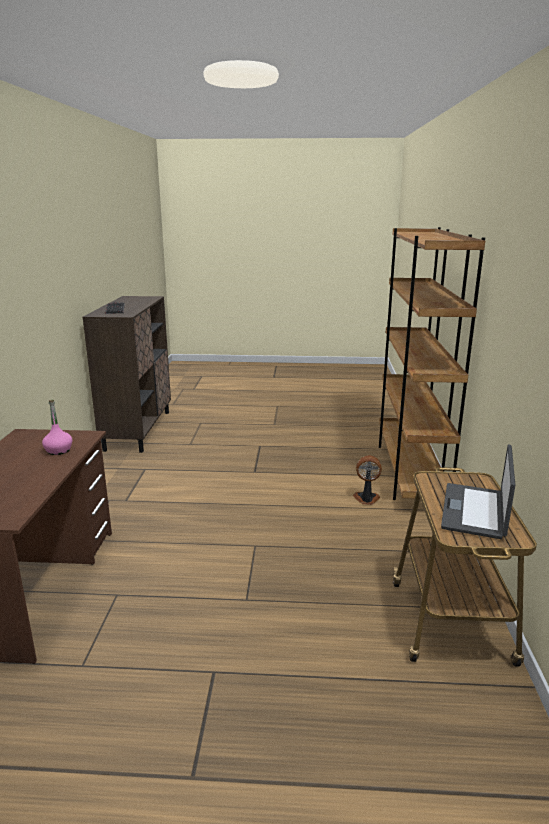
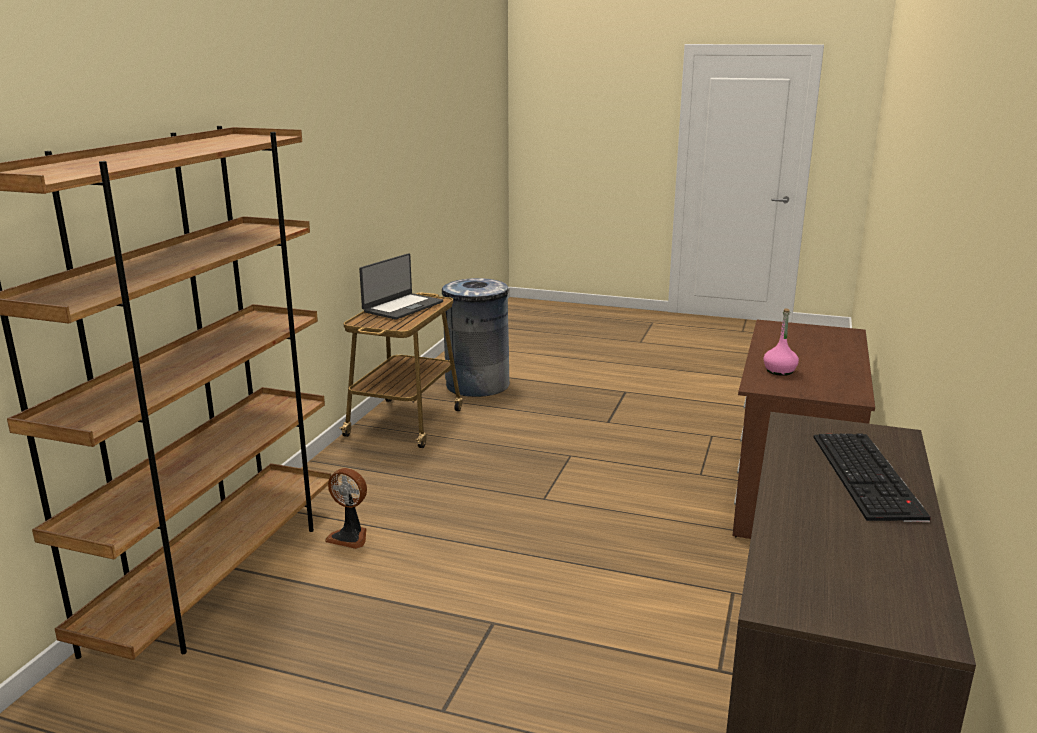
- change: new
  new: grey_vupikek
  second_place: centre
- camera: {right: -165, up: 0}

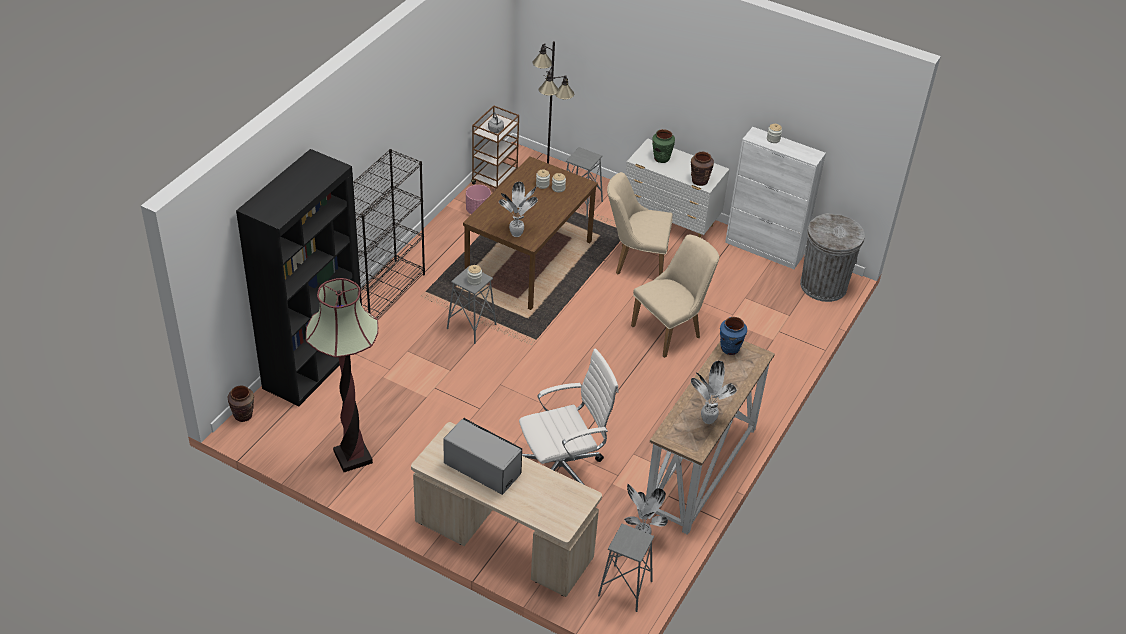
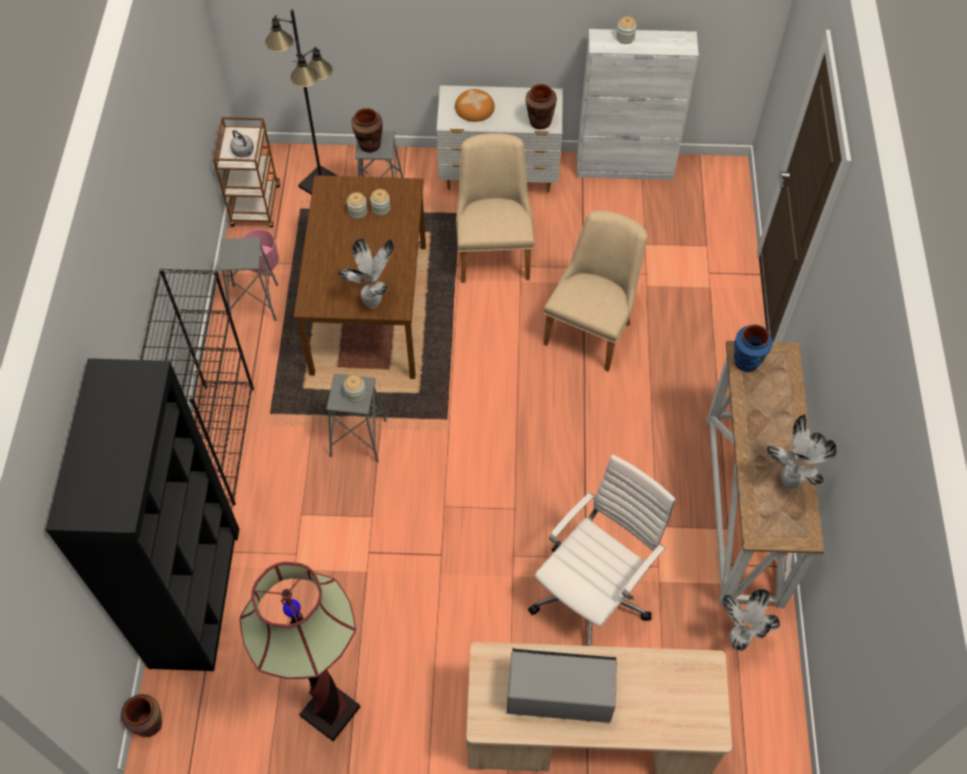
- change: gone
  old: grey_vupikek
  first_place: middle right
- change: new
  new: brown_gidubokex (no. 2 from left)
  second_place: top centre
- change: shifted
  old: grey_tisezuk (no. 3 from left in the first image)
  new: grey_tisezuk (no. 1 from left)
  first_place: bottom centre
  second_place: middle left
- change: swapped
  old: green_gidubokex
  new: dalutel
  first_place: top centre
  second_place: top centre
- change: rotated
  old: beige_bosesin (no. 1 from left)
  first_place: centre
  second_place: top centre
  degrees: 105
- camera: {right: -25, up: 15}

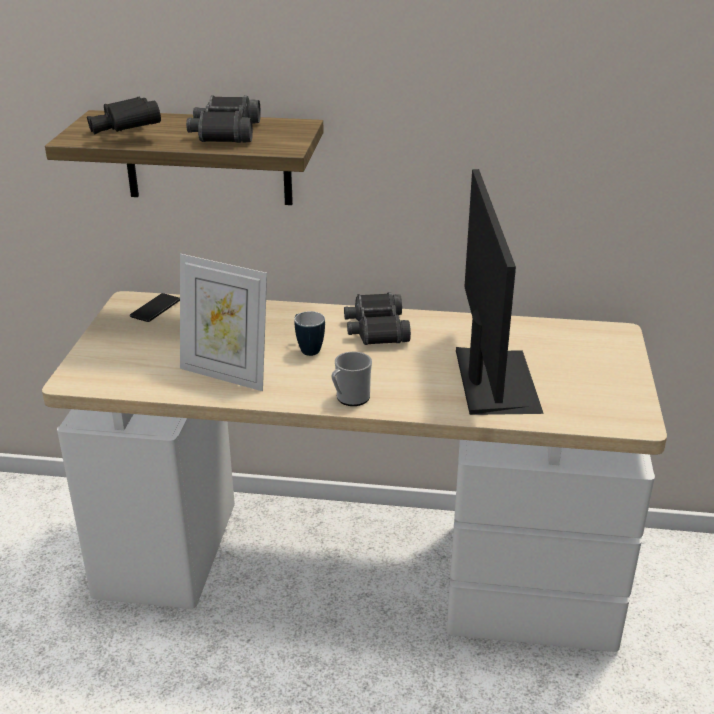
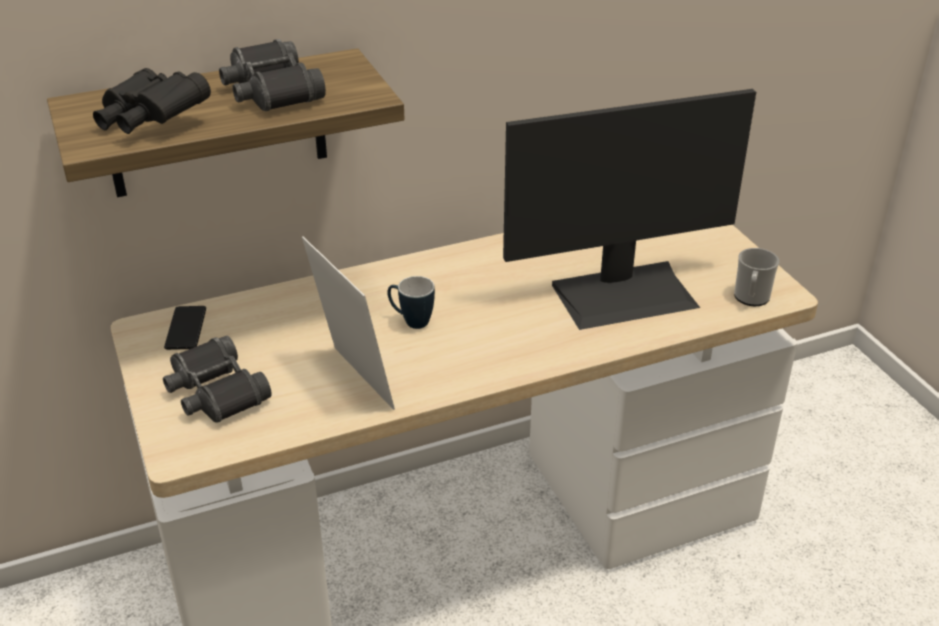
- change: shifted
  old: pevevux (no. 2 from left)
  first_place: centre
  second_place: middle right
- change: shifted
  old: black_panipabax (no. 3 from left in the first image)
  new: black_panipabax (no. 2 from left)
  first_place: centre
  second_place: middle left
- change: rotated
  old: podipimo
  first_place: middle left
  second_place: centre
  degrees: -120
- change: rotated
  old: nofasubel
  first_place: middle right
  second_place: middle right
  degrees: 105
- camera: {right: -30, up: 5}

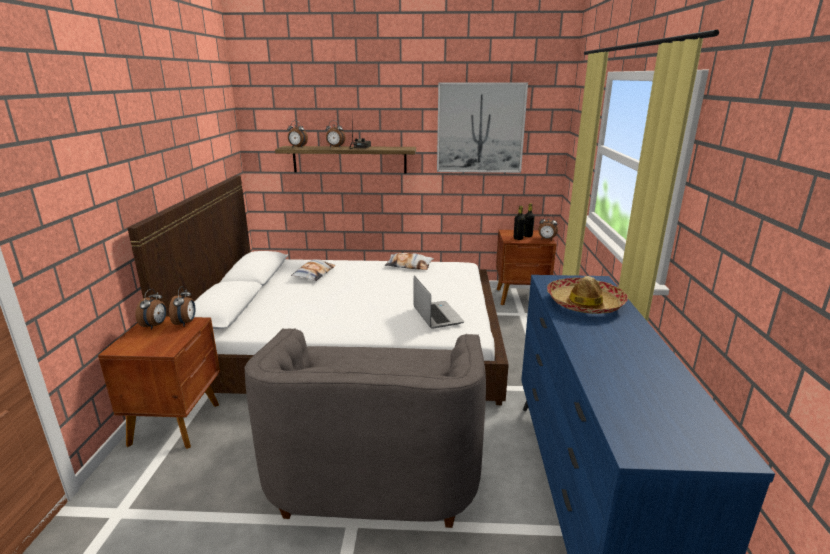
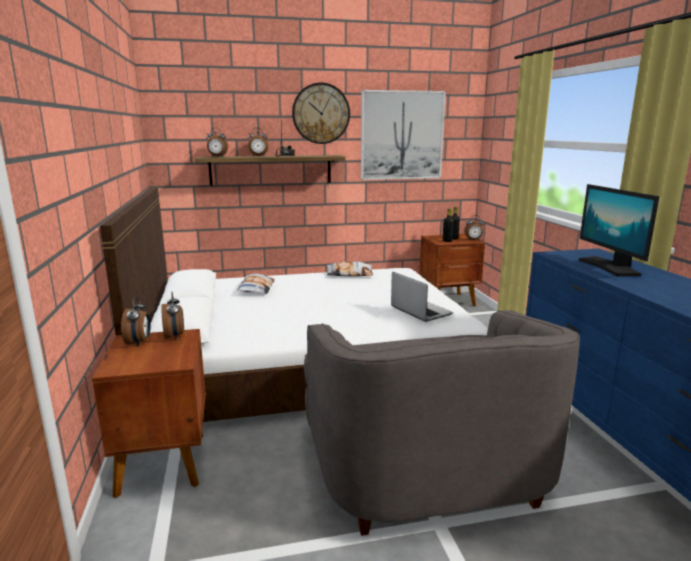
- change: new
  new: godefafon
  second_place: top centre
- change: swapped
  old: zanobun
  new: nofasubel
  first_place: middle right
  second_place: middle right
- camera: {right: -15, up: -5}

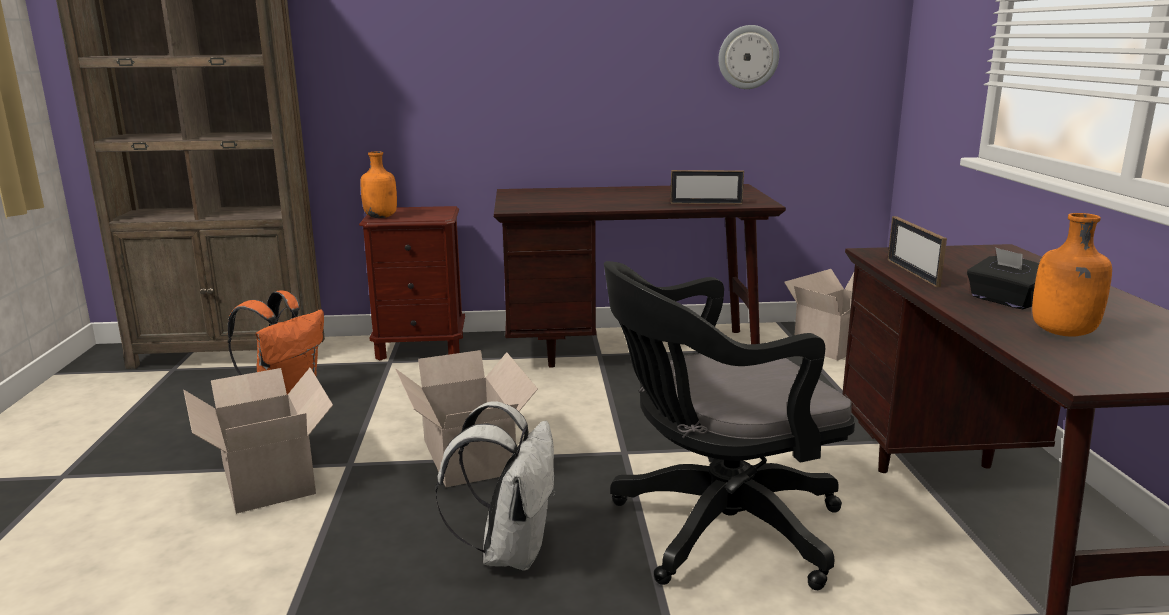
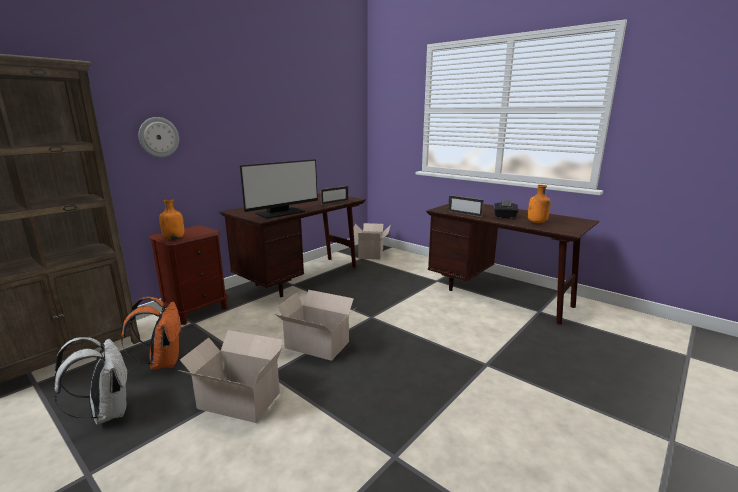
- change: gone
  old: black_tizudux
  first_place: bottom centre
- change: new
  new: nofasubel
  second_place: centre
- change: shifted
  old: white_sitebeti
  first_place: bottom centre
  second_place: bottom left
- change: shifted
  old: godefafon
  first_place: top centre
  second_place: top left
- camera: {right: -45, up: 0}

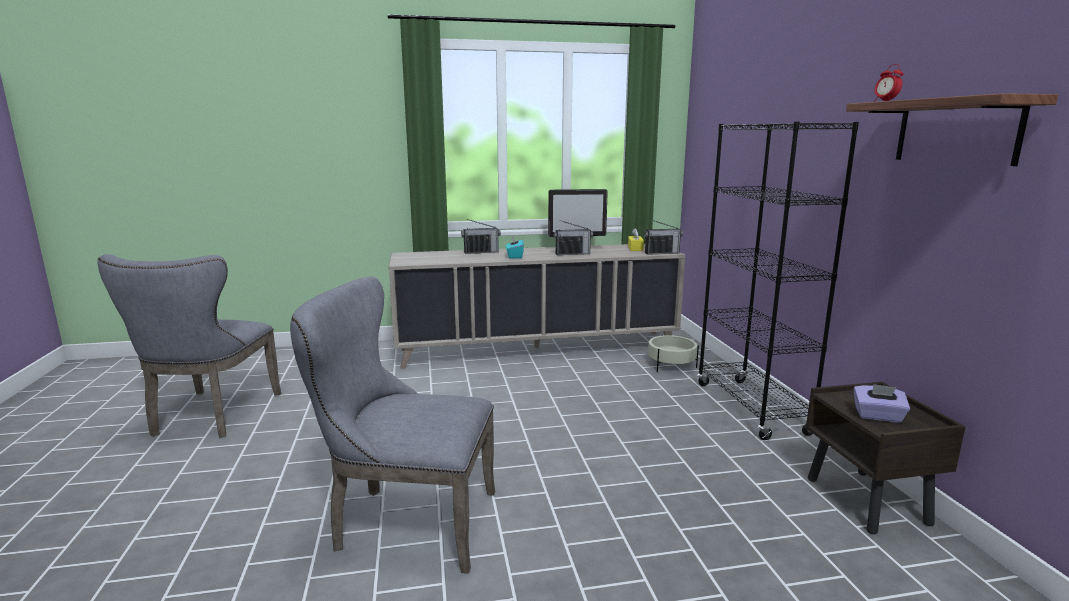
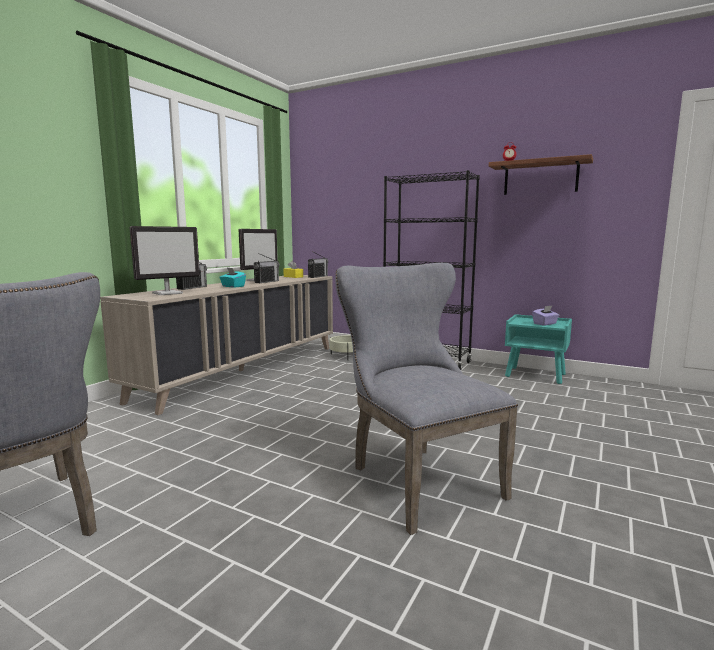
- change: new
  new: nofasubel (no. 1 from left)
  second_place: middle left
- change: repainted
  old: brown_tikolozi
  new: turquoise_tikolozi
  first_place: bottom right
  second_place: middle right
- change: rotated
  old: grey_bosesin (no. 2 from left)
  first_place: bottom centre
  second_place: centre
  degrees: 105
- camera: {right: -50, up: -5}

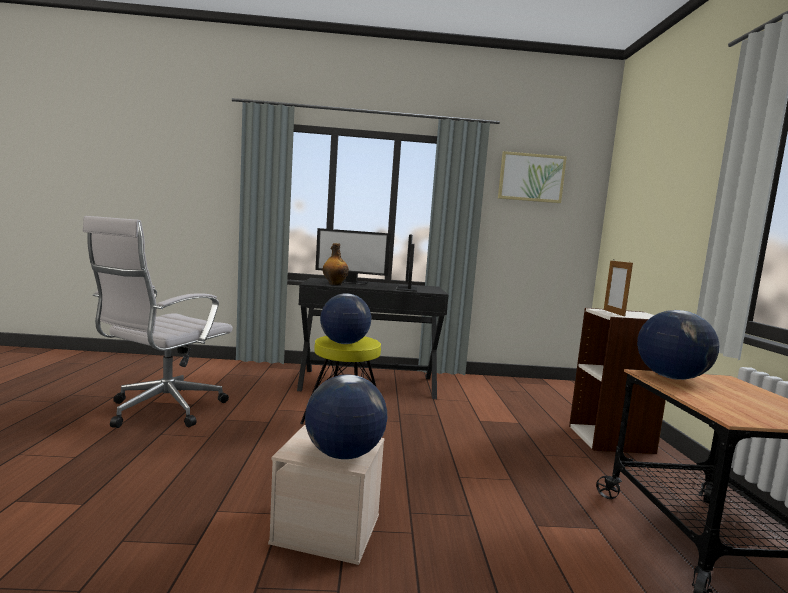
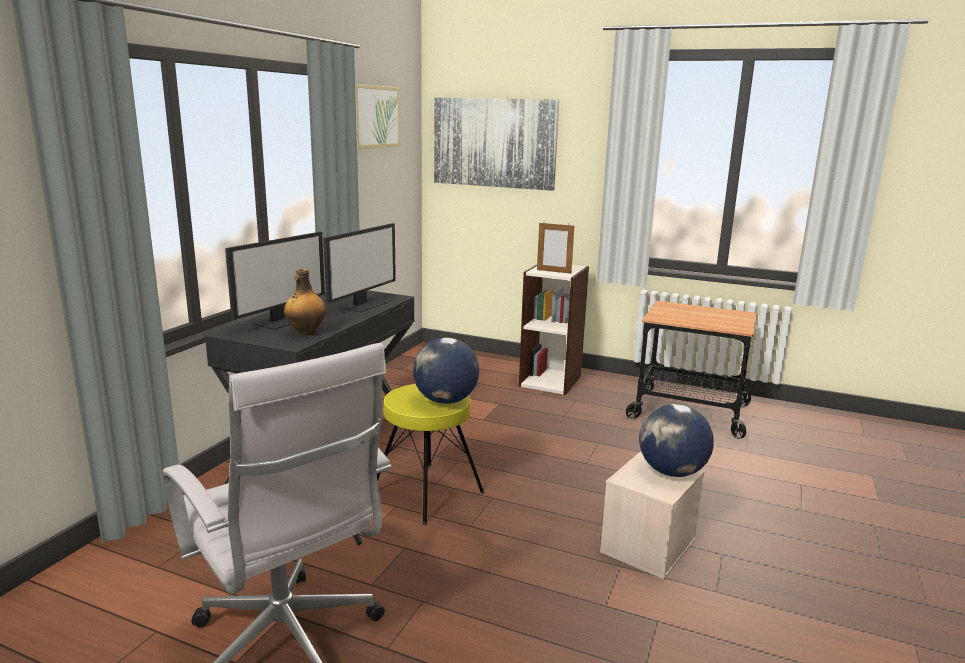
- change: gone
  old: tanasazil (no. 3 from left)
  first_place: middle right
- change: new
  new: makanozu (no. 2 from left)
  second_place: top centre
- change: rotated
  old: nofasubel (no. 2 from left)
  first_place: centre
  second_place: centre
  degrees: -90
- camera: {right: -65, up: 10}

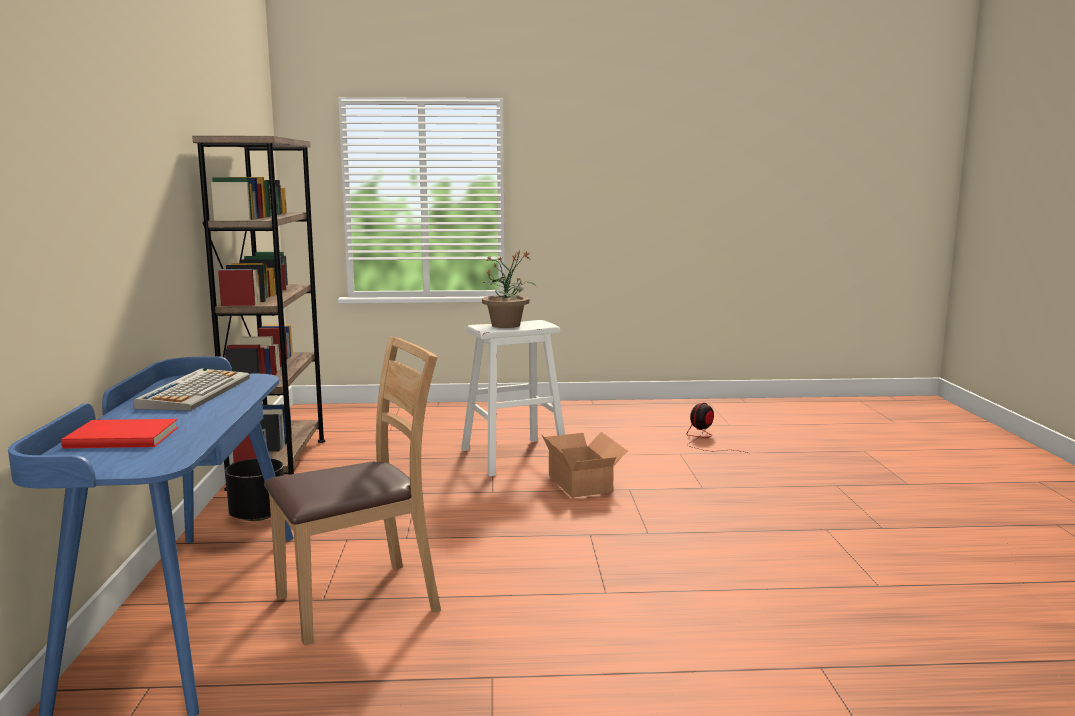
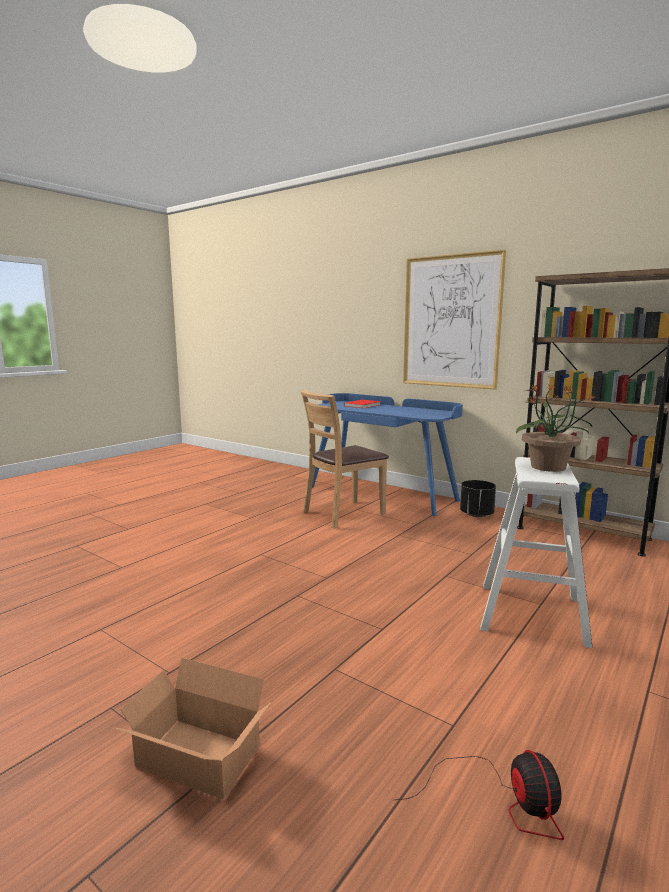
- change: gone
  old: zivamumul
  first_place: middle left
- change: new
  new: makanozu
  second_place: middle right
- change: shifted
  old: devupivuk
  first_place: centre
  second_place: bottom left
- change: rotated
  old: brown_bosesin
  first_place: bottom left
  second_place: centre
  degrees: 45
- camera: {right: 130, up: 0}

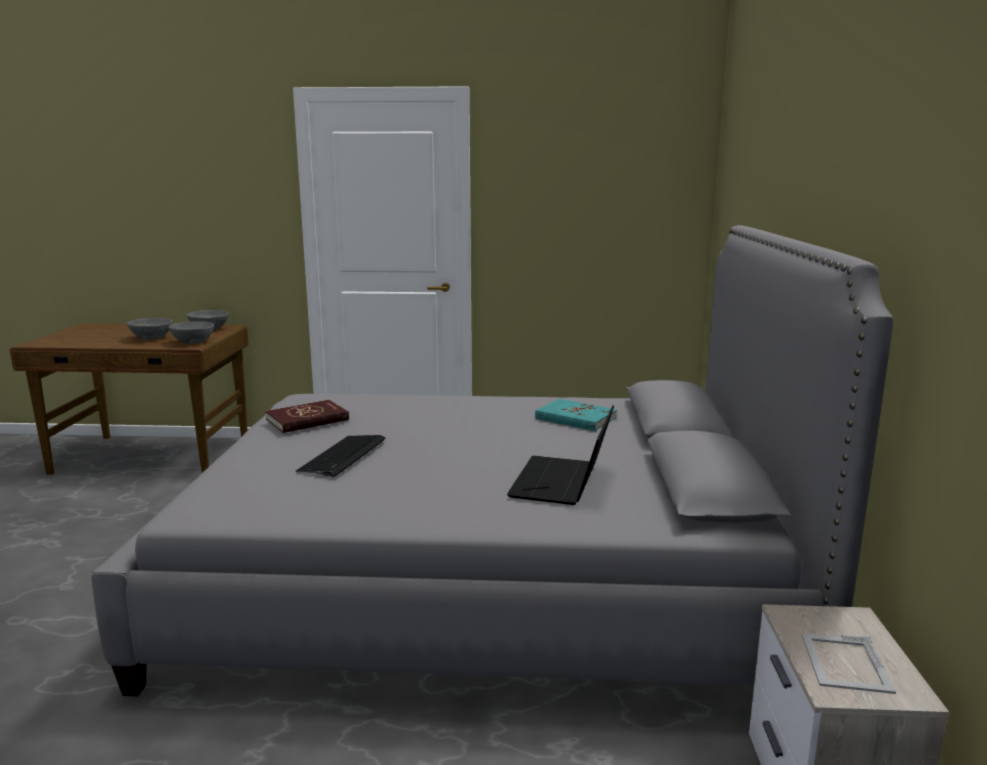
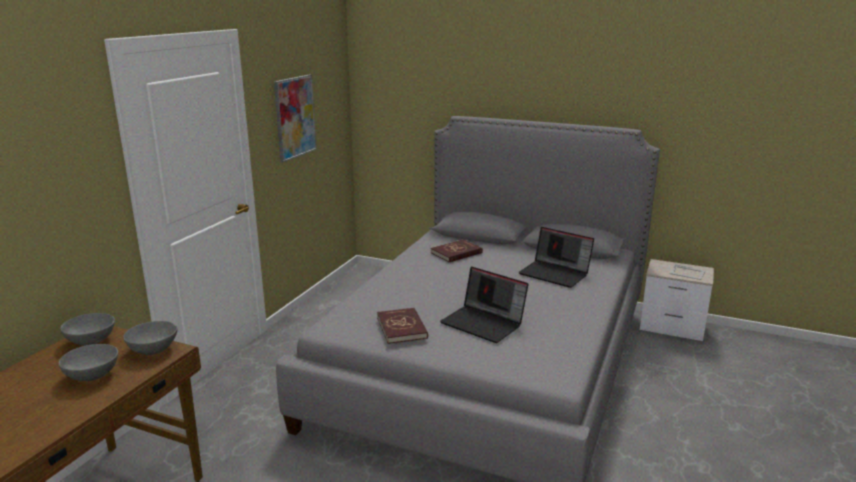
- change: new
  new: makanozu
  second_place: top centre
- change: swapped
  old: zivamumul
  new: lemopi (no. 1 from left)
  first_place: centre
  second_place: centre
- change: repainted
  old: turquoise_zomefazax
  new: red_zomefazax (no. 2 from left)
  first_place: centre
  second_place: centre
- camera: {right: -70, up: 5}

